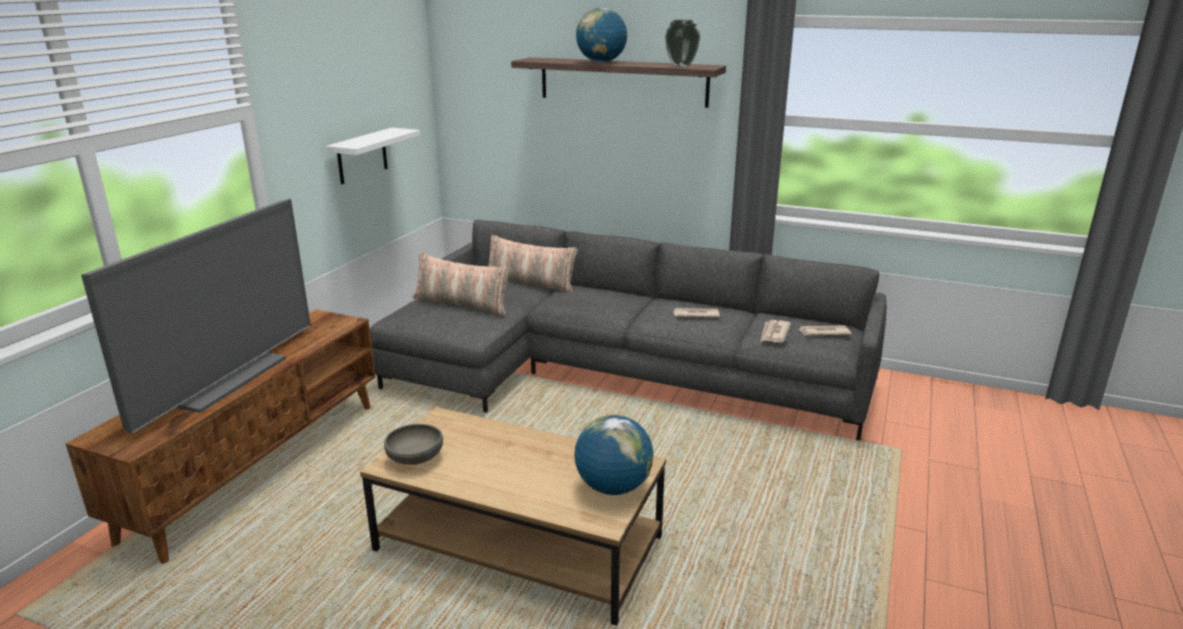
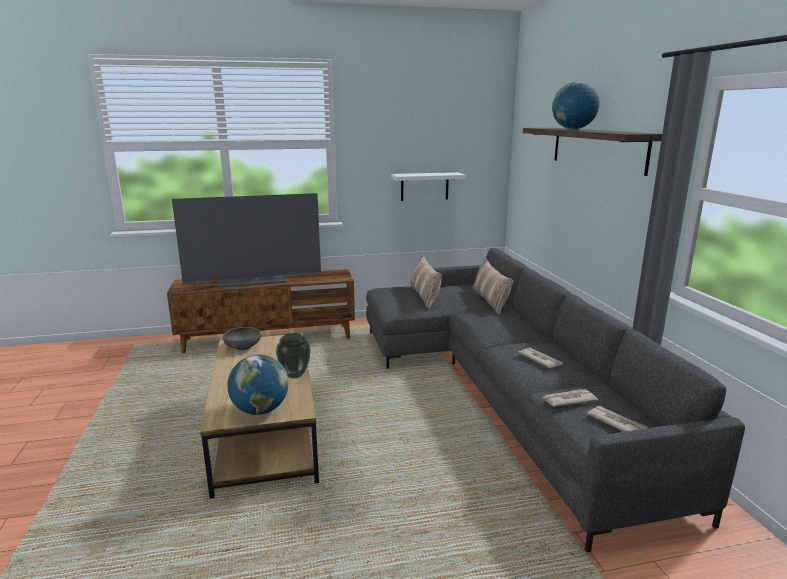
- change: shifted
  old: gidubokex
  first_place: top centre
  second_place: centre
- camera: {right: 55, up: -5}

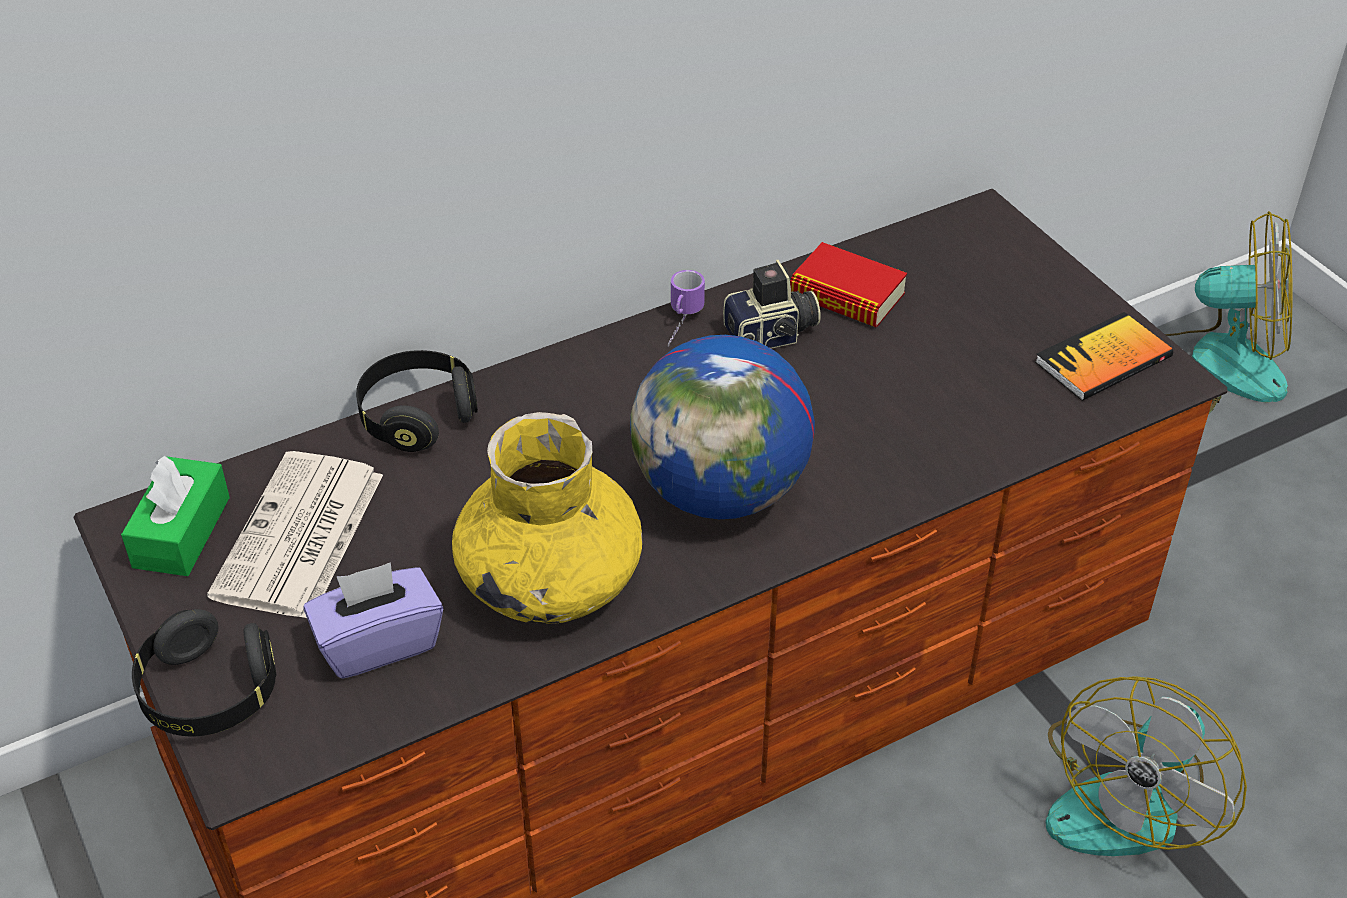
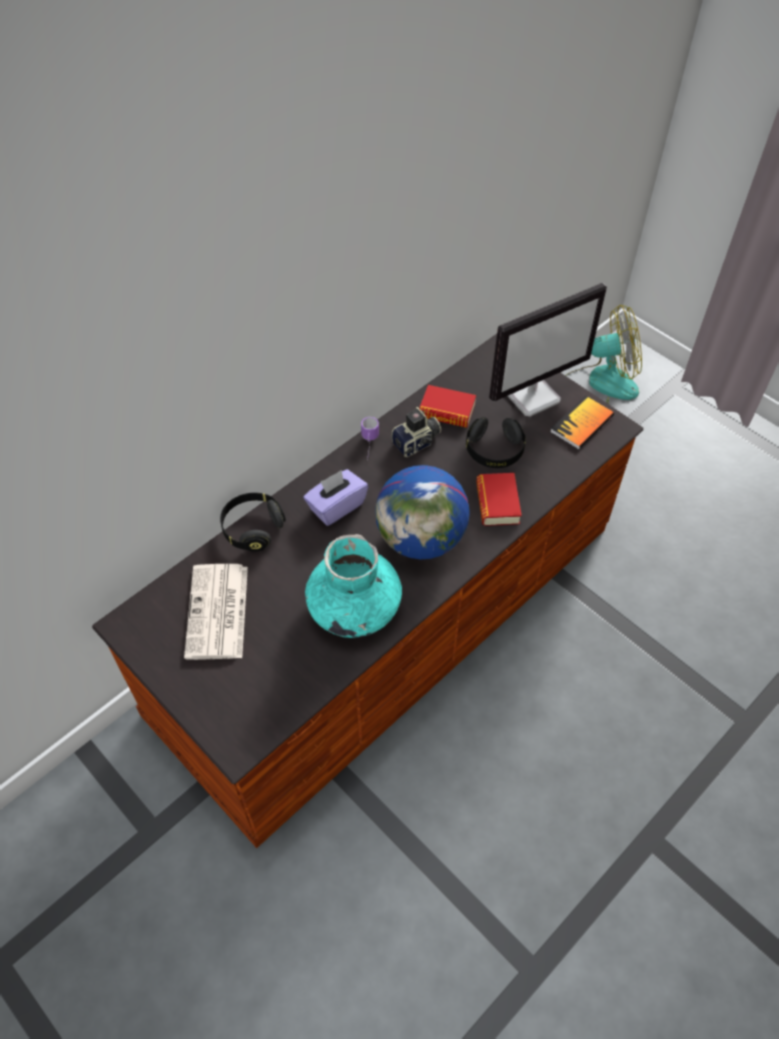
- change: gone
  old: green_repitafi
  first_place: middle left
- change: gone
  old: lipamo (no. 1 from left)
  first_place: bottom right
- change: new
  new: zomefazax (no. 2 from left)
  second_place: centre
- change: new
  new: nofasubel
  second_place: middle right
- change: shifted
  old: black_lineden (no. 1 from left in the first image)
  new: black_lineden (no. 2 from left)
  first_place: bottom left
  second_place: centre
- change: shifted
  old: purple_repitafi
  first_place: bottom left
  second_place: centre
- change: repainted
  old: yellow_gidubokex
  new: turquoise_gidubokex
  first_place: centre
  second_place: centre
- camera: {right: -15, up: 10}

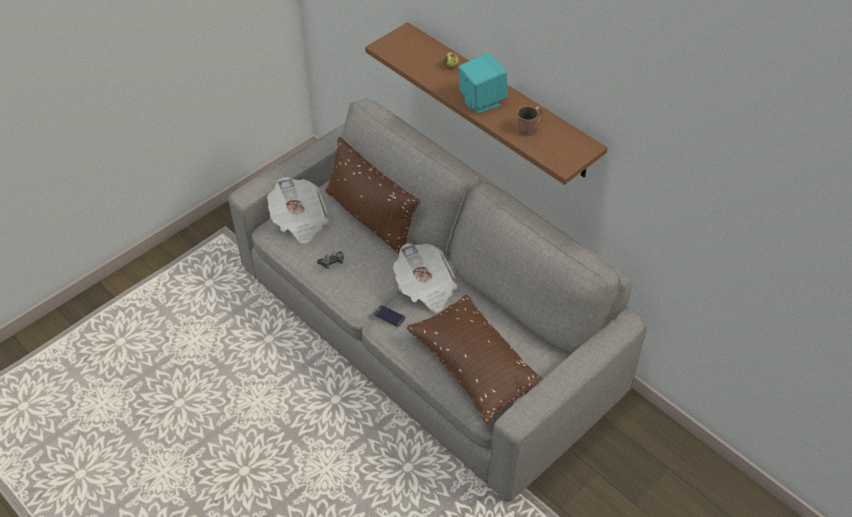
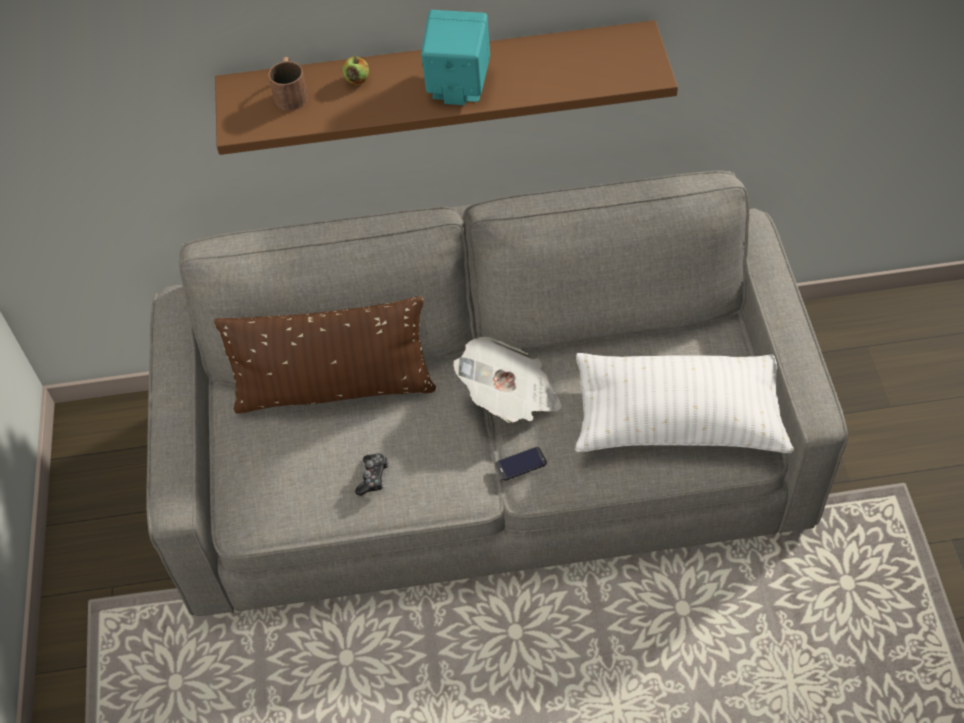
- change: gone
  old: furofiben (no. 1 from left)
  first_place: centre
- change: shifted
  old: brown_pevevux
  first_place: top centre
  second_place: top left
- change: repainted
  old: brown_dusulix (no. 2 from left)
  new: white_dusulix
  first_place: bottom centre
  second_place: middle right
- camera: {right: -50, up: 5}

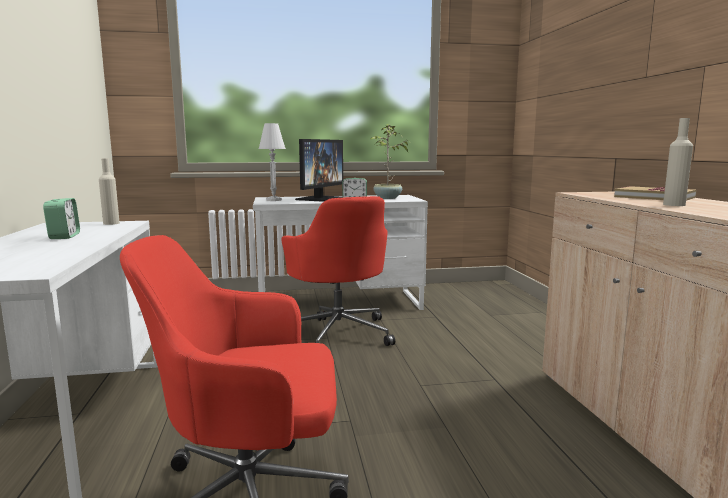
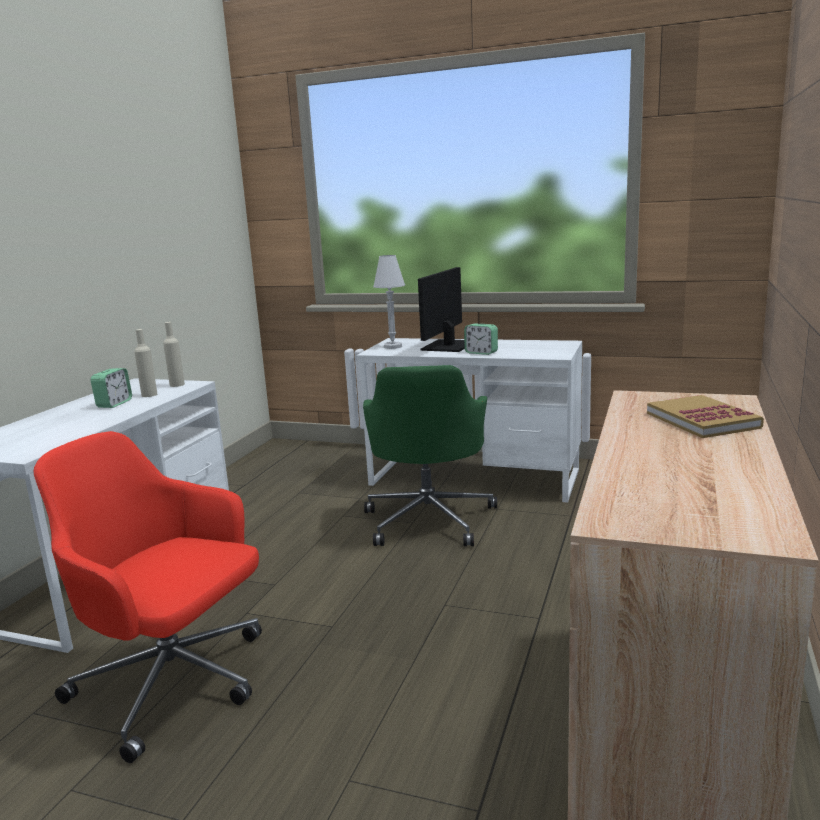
- change: gone
  old: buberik
  first_place: top centre
- change: shifted
  old: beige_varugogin (no. 2 from left in the first image)
  new: beige_varugogin (no. 1 from left)
  first_place: top right
  second_place: middle left
- change: repainted
  old: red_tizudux (no. 2 from left)
  new: green_tizudux
  first_place: centre
  second_place: centre
- change: rotated
  old: nofasubel
  first_place: centre
  second_place: centre
  degrees: 150
- camera: {right: 30, up: 5}

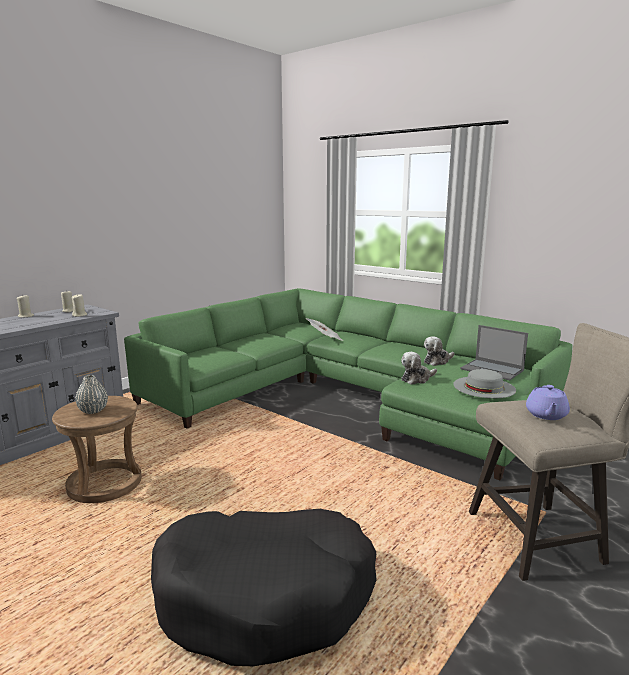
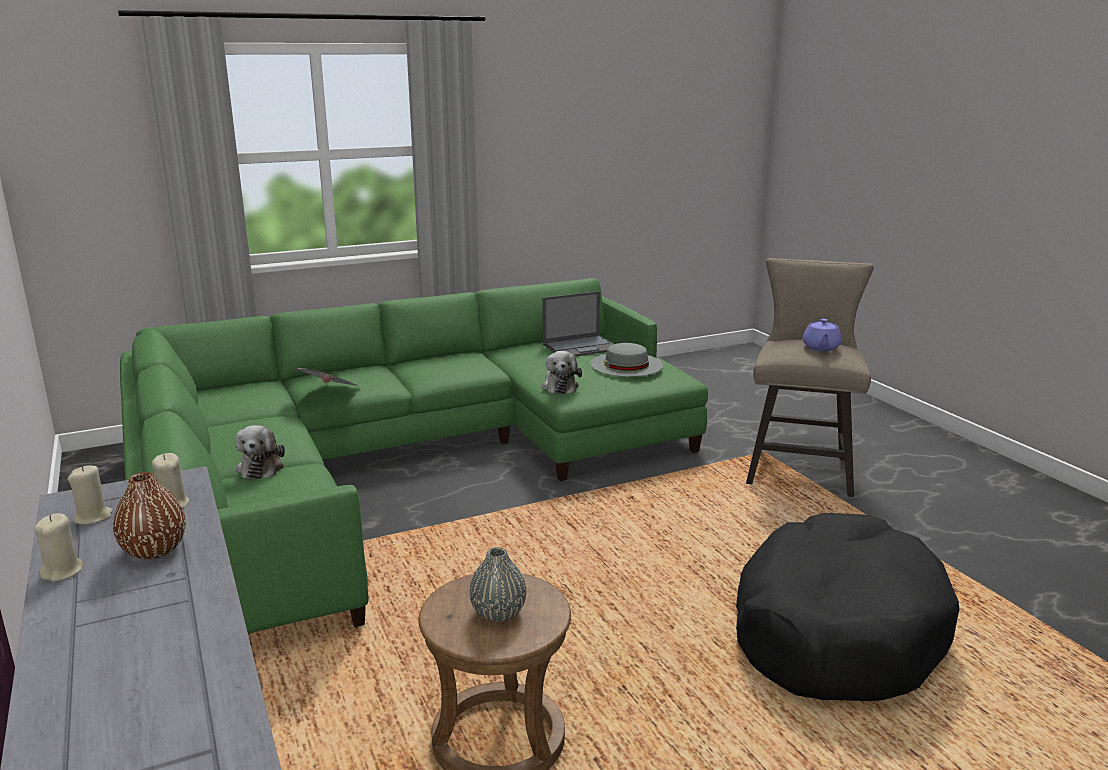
- change: new
  new: brown_gidubokex
  second_place: bottom left
- change: shifted
  old: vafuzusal (no. 2 from left in the first image)
  new: vafuzusal (no. 1 from left)
  first_place: middle right
  second_place: middle left
- change: rotated
  old: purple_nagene
  first_place: middle right
  second_place: middle right
  degrees: 60
- camera: {right: -65, up: 5}

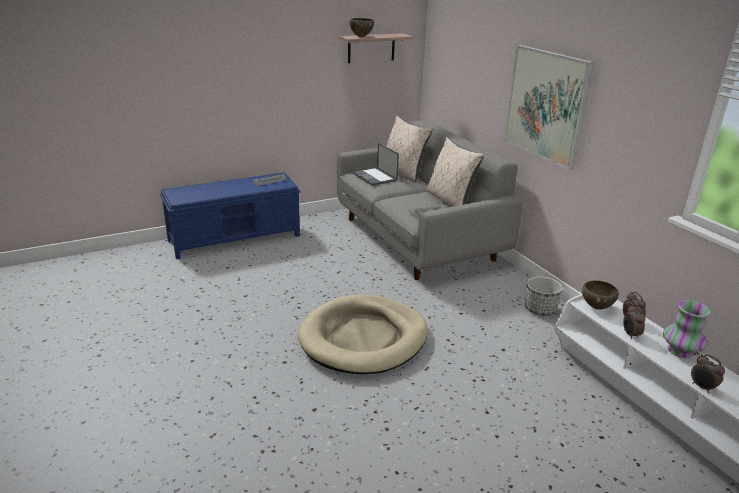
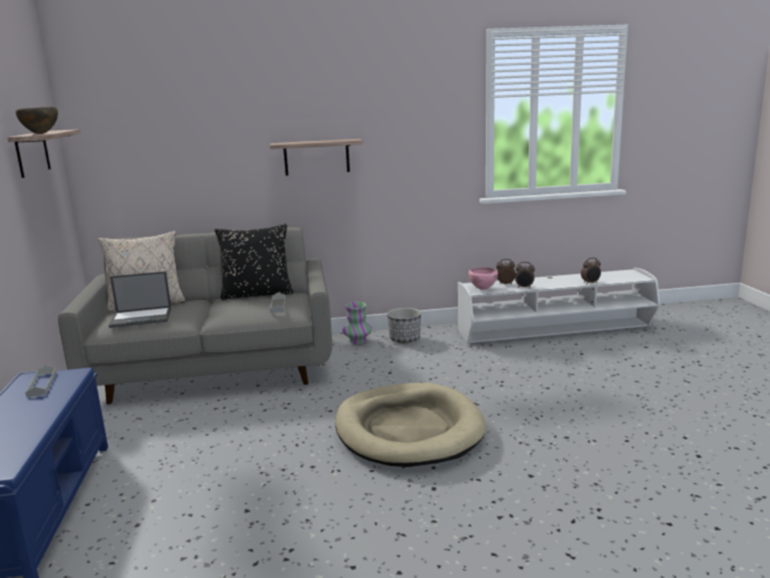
- change: shifted
  old: gidubokex
  first_place: bottom right
  second_place: centre
- change: swapped
  old: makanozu
  new: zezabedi (no. 2 from left)
  first_place: top right
  second_place: top centre
- change: repainted
  old: beige_dusulix (no. 2 from left)
  new: black_dusulix
  first_place: centre
  second_place: middle left
- change: repainted
  old: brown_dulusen (no. 2 from left)
  new: pink_dulusen
  first_place: middle right
  second_place: centre
- camera: {right: -70, up: -10}

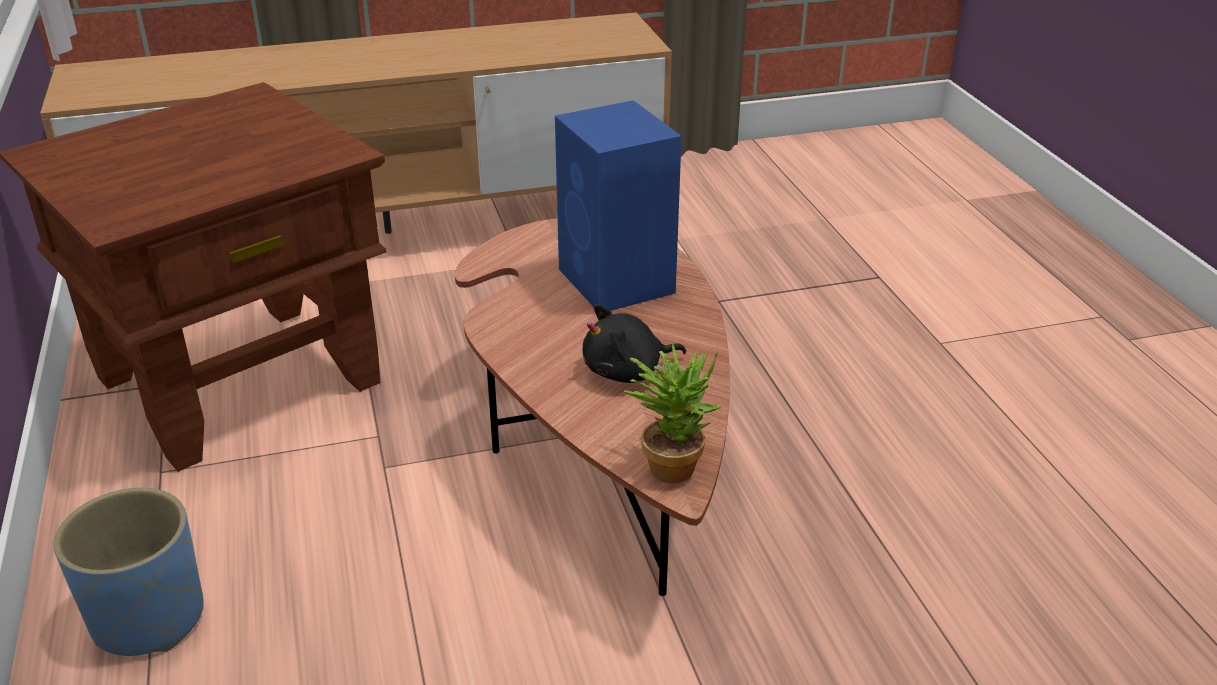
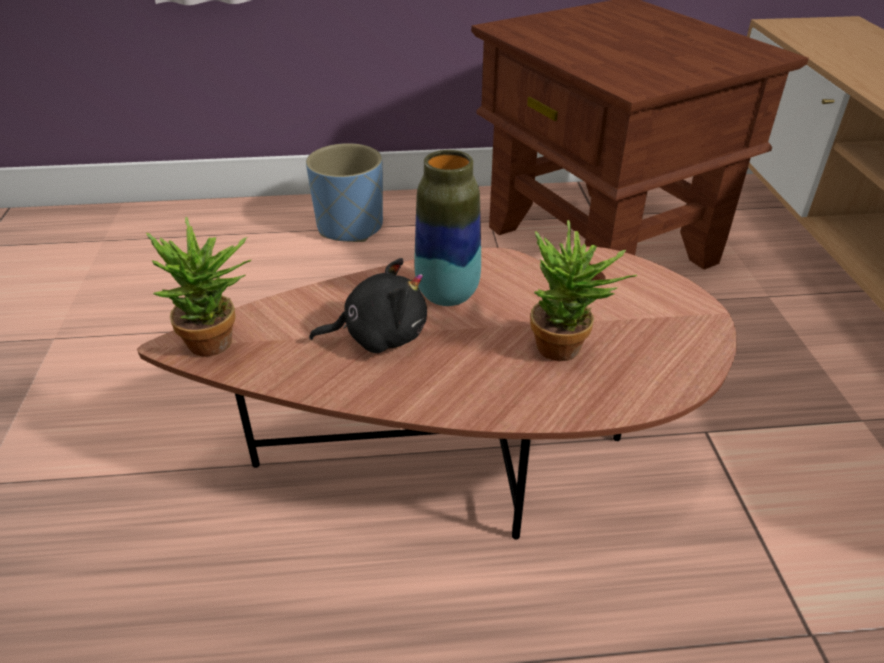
- change: new
  new: gidubokex
  second_place: centre
- change: swapped
  old: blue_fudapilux
  new: buberik (no. 2 from left)
  first_place: top centre
  second_place: centre
- change: rotated
  old: black_vafuzusal
  first_place: centre
  second_place: centre
  degrees: 90
- camera: {right: 100, up: 5}

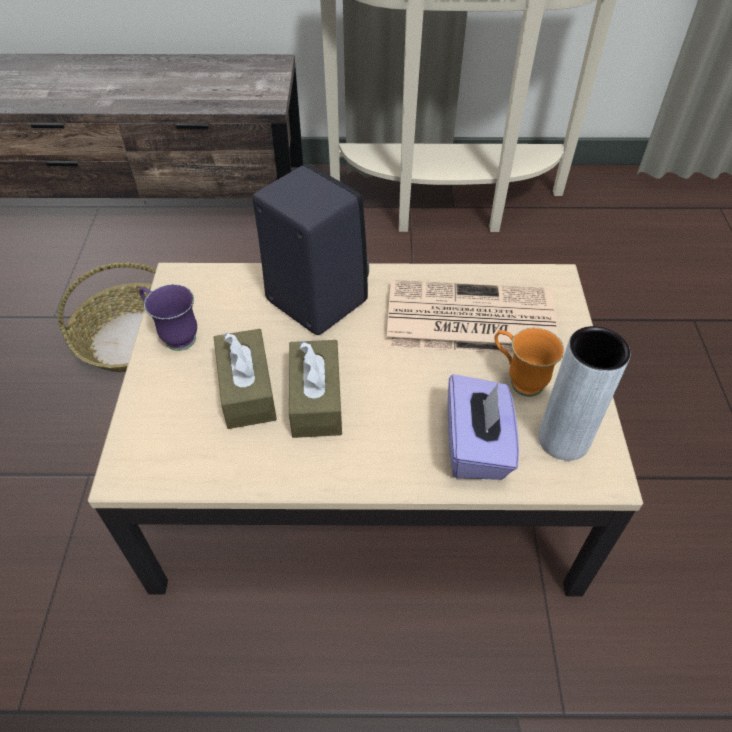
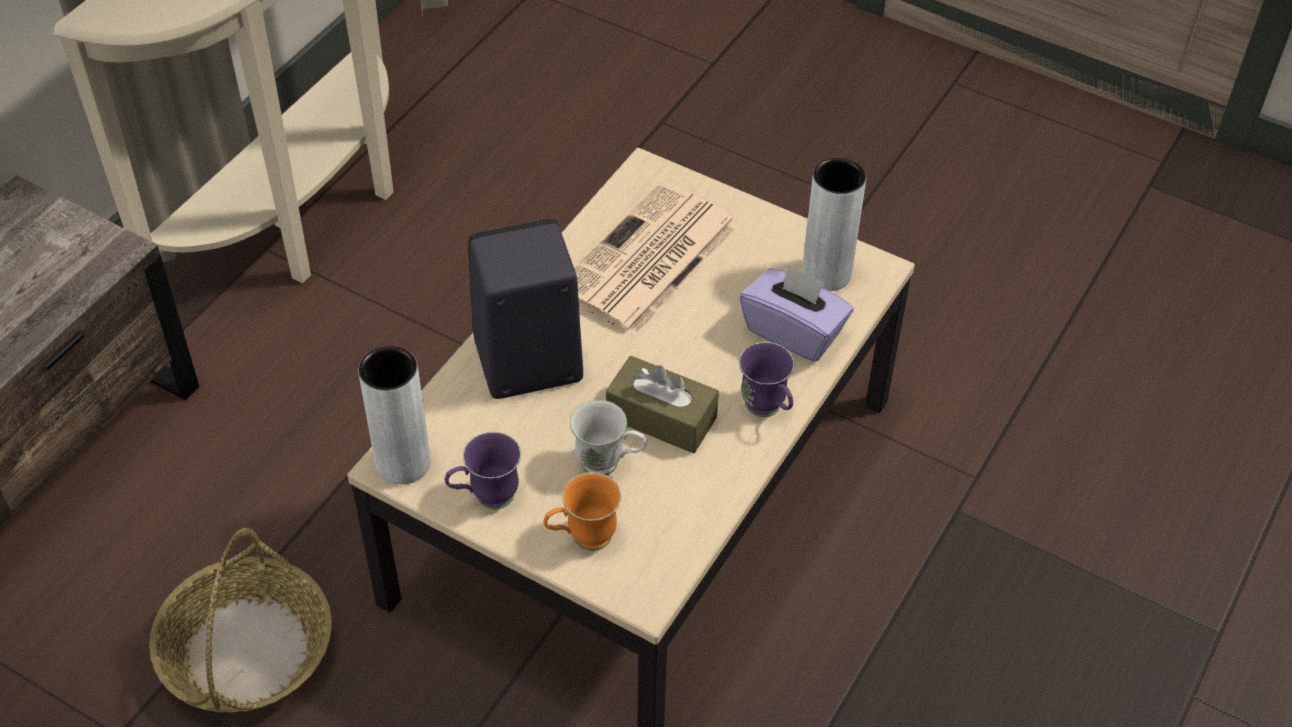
- change: new
  new: grey_gidubokex (no. 1 from left)
  second_place: middle left
- change: new
  new: purple_pevevux (no. 2 from left)
  second_place: centre
- change: shifted
  old: orange_pevevux
  first_place: middle right
  second_place: bottom centre
- change: swapped
  old: brown_repitafi (no. 1 from left)
  new: white_pevevux
  first_place: centre
  second_place: centre
- camera: {right: -60, up: 0}

